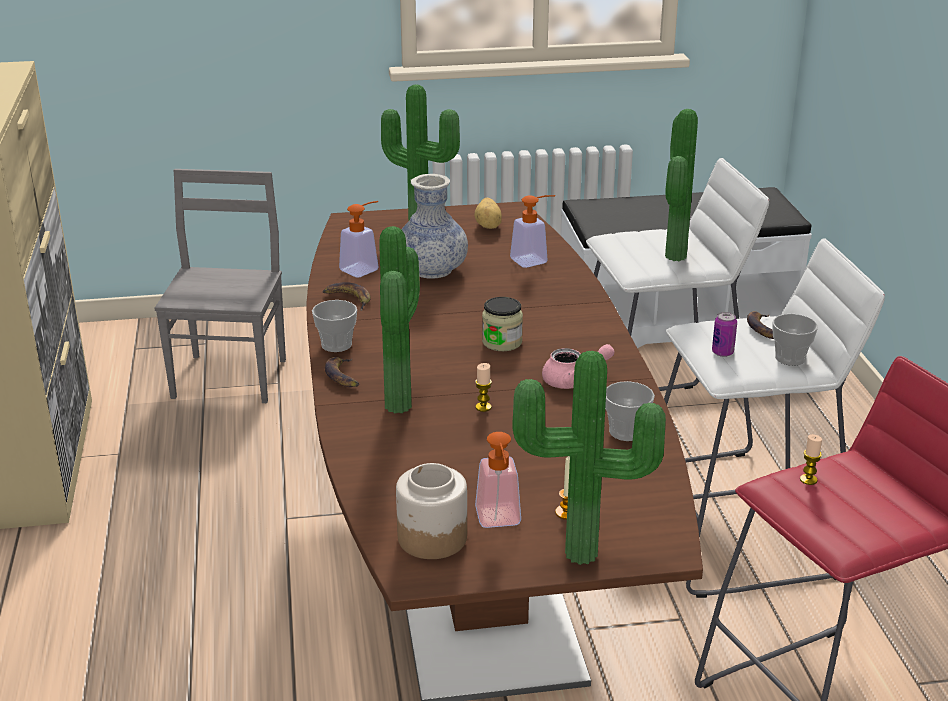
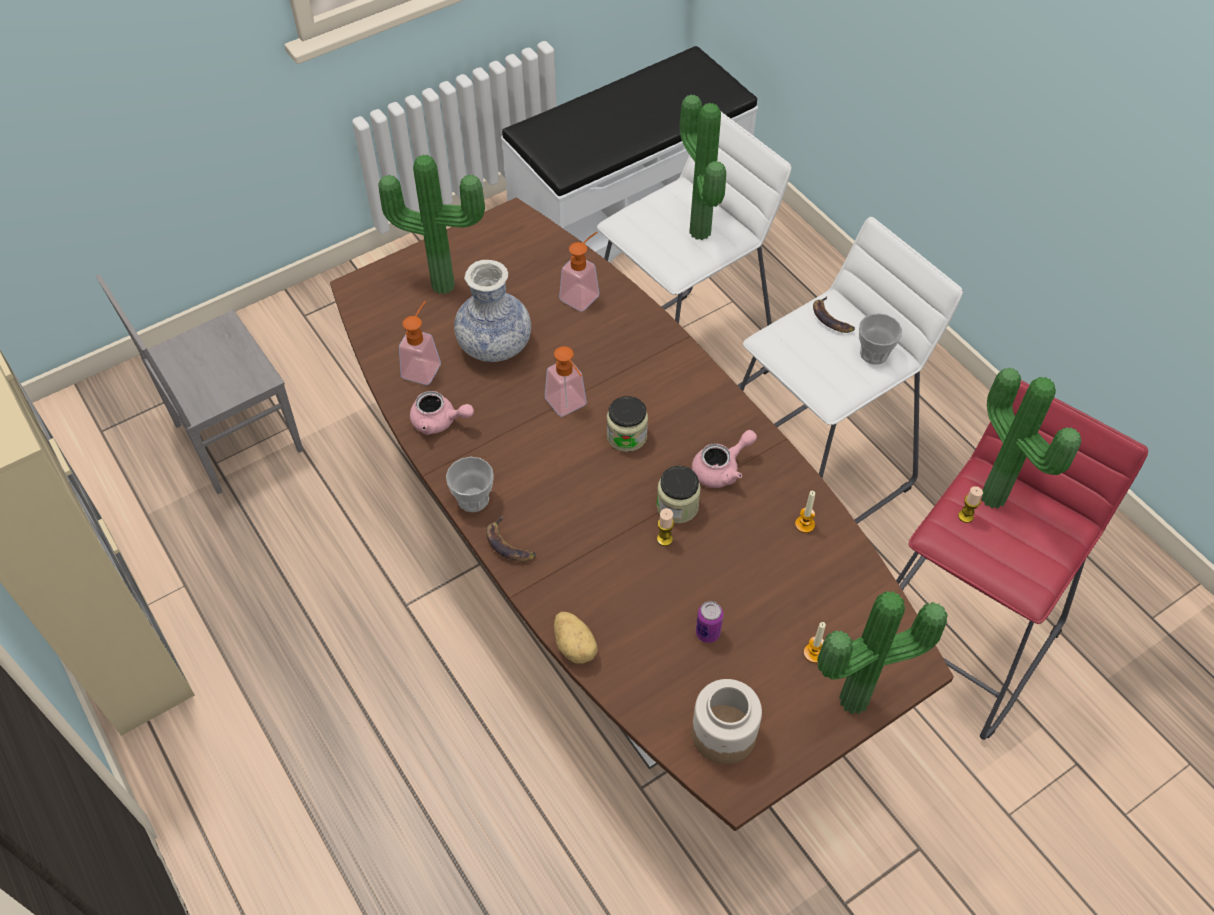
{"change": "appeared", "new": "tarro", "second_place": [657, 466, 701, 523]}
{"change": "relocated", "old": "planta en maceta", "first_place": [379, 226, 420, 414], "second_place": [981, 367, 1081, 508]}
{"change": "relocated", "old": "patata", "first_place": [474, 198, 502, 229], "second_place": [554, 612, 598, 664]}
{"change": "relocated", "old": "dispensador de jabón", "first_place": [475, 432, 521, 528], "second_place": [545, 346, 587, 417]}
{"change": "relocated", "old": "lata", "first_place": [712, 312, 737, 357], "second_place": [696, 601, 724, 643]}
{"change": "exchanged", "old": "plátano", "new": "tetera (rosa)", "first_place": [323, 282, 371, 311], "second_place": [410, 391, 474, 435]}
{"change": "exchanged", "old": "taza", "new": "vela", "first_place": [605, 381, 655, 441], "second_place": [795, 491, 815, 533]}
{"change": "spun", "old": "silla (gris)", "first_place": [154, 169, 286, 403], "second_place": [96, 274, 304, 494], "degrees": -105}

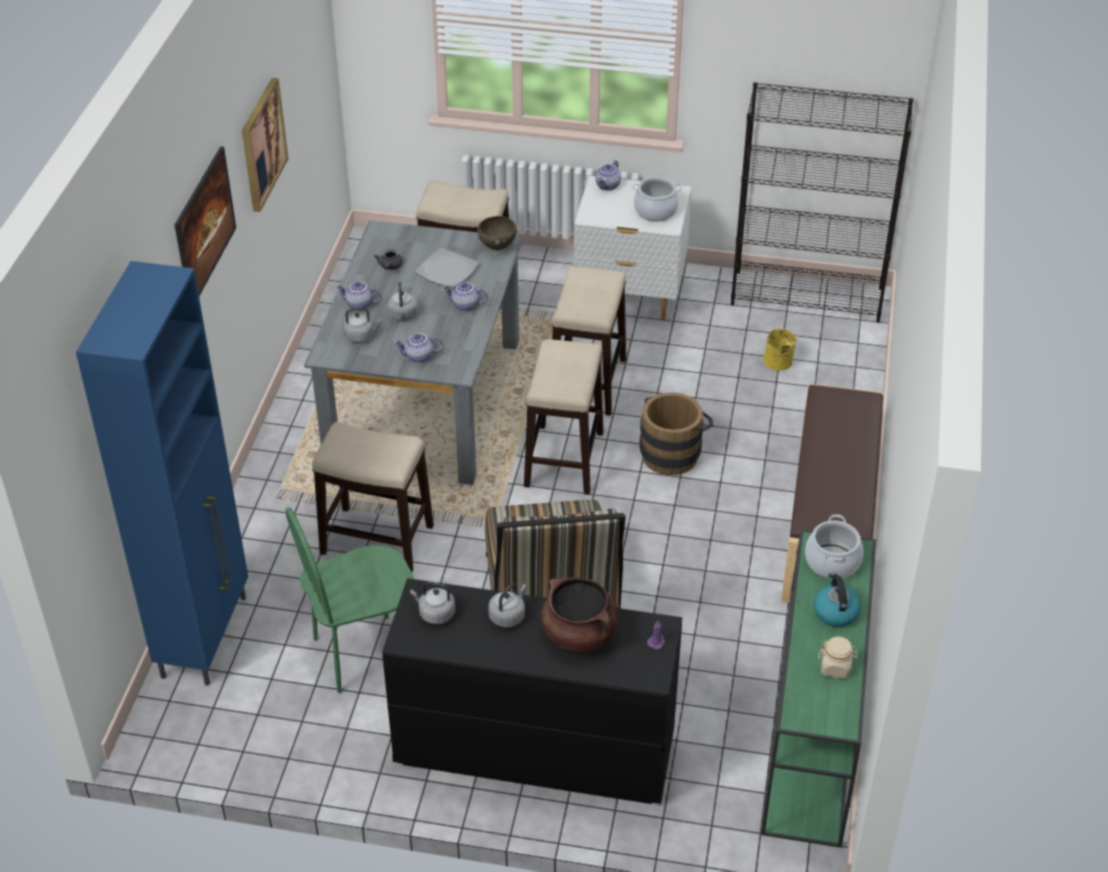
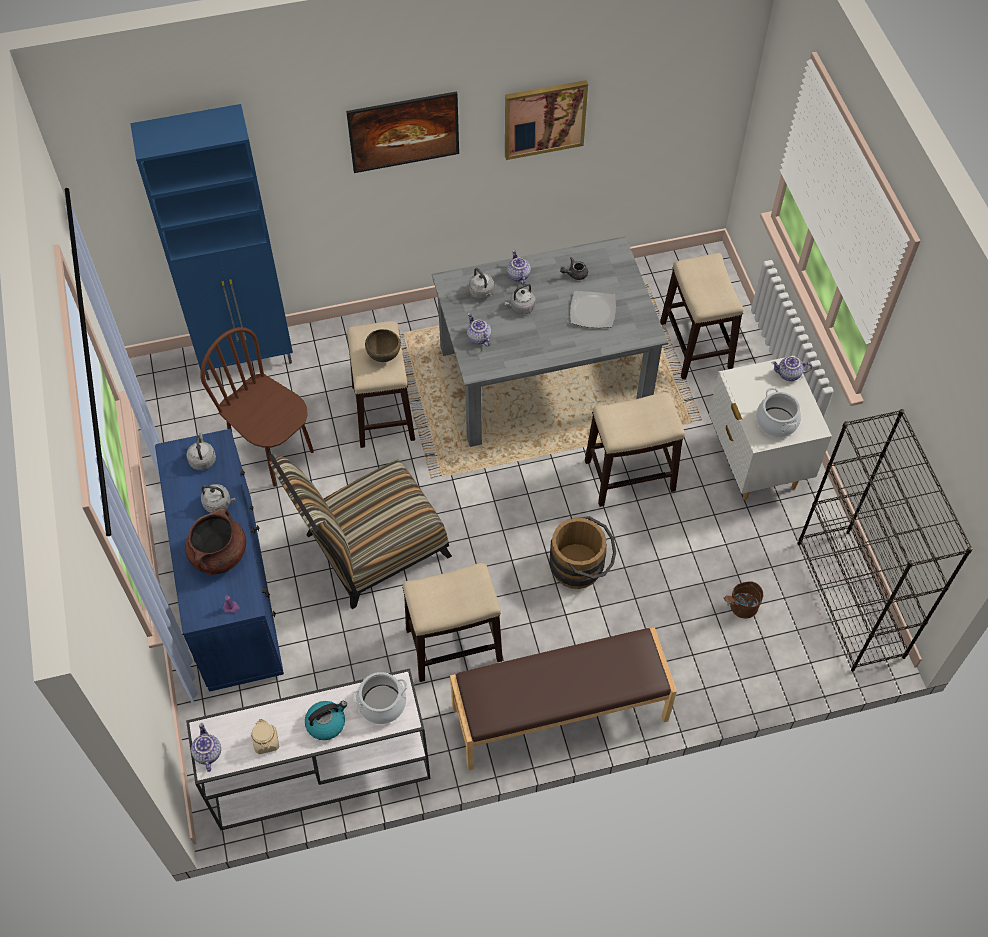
{"change": "relocated", "old": "tetera", "first_place": [442, 282, 488, 311], "second_place": [191, 723, 221, 772]}
{"change": "relocated", "old": "cuenco (marrón)", "first_place": [478, 216, 516, 250], "second_place": [365, 329, 401, 362]}
{"change": "relocated", "old": "taburete", "first_place": [524, 339, 603, 495], "second_place": [403, 563, 503, 682]}
{"change": "colour", "old": "silla (verde)", "new": "silla (marrón)", "first_place": [285, 508, 414, 693], "second_place": [200, 327, 314, 487]}
{"change": "colour", "old": "cómoda (negro)", "new": "cómoda (azul)", "first_place": [382, 578, 682, 804], "second_place": [155, 429, 284, 692]}
{"change": "colour", "old": "mesa consola (verde)", "new": "mesa consola (blanco)", "first_place": [761, 530, 876, 848], "second_place": [186, 668, 430, 830]}
{"change": "colour", "old": "cubo (amarillo)", "new": "cubo (marrón)", "first_place": [763, 329, 797, 371], "second_place": [723, 581, 763, 618]}

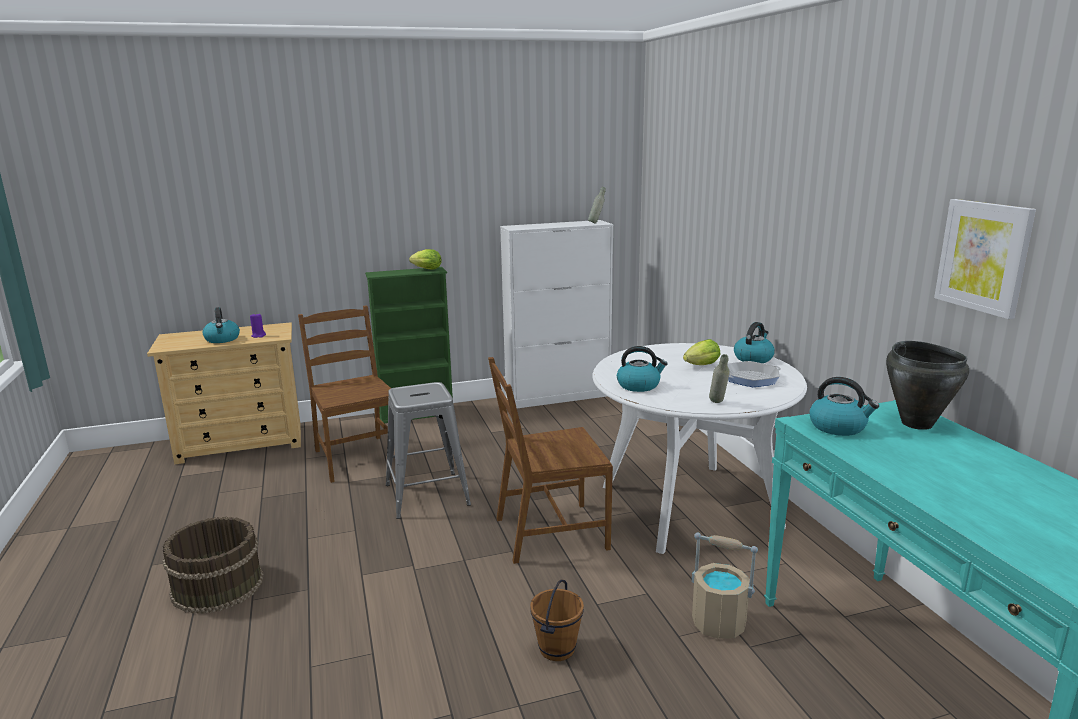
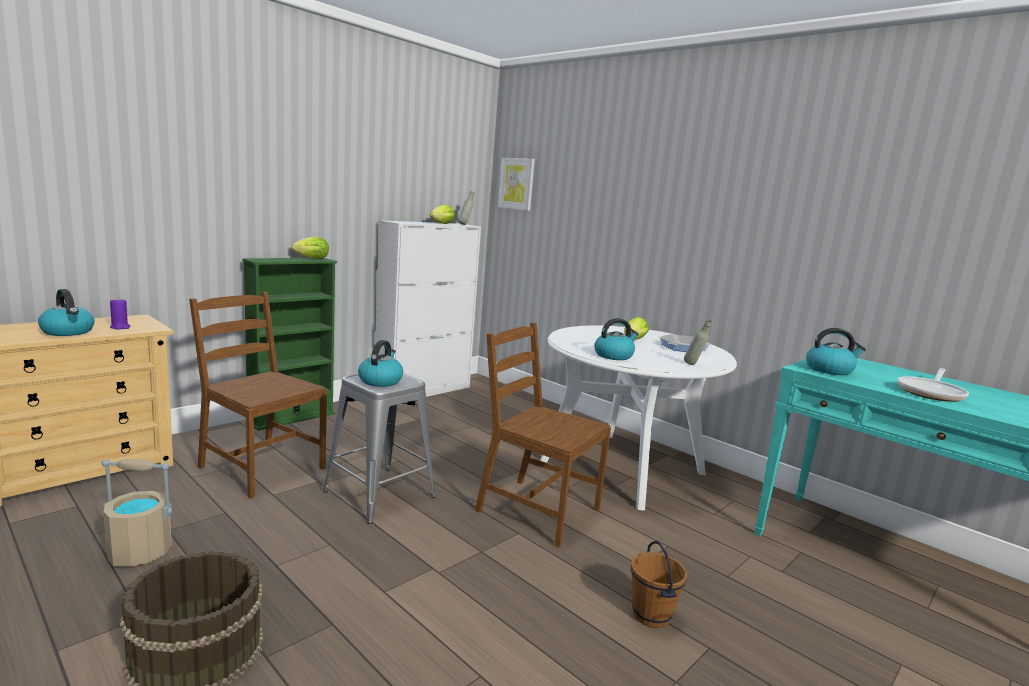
{"change": "missing", "old": "olla (negro)", "first_place": [886, 341, 969, 430]}
{"change": "appeared", "new": "lechuga", "second_place": [430, 205, 455, 224]}
{"change": "appeared", "new": "sartén", "second_place": [897, 368, 969, 402]}
{"change": "relocated", "old": "cubo (beis)", "first_place": [692, 533, 758, 639], "second_place": [102, 459, 172, 567]}
{"change": "relocated", "old": "hervidor", "first_place": [734, 322, 775, 363], "second_place": [358, 340, 403, 387]}
{"change": "relocated", "old": "cuadro", "first_place": [934, 199, 1036, 319], "second_place": [498, 158, 535, 211]}
{"change": "spun", "old": "silla (marrón)", "first_place": [488, 357, 613, 564], "second_place": [475, 322, 611, 548], "degrees": 75}

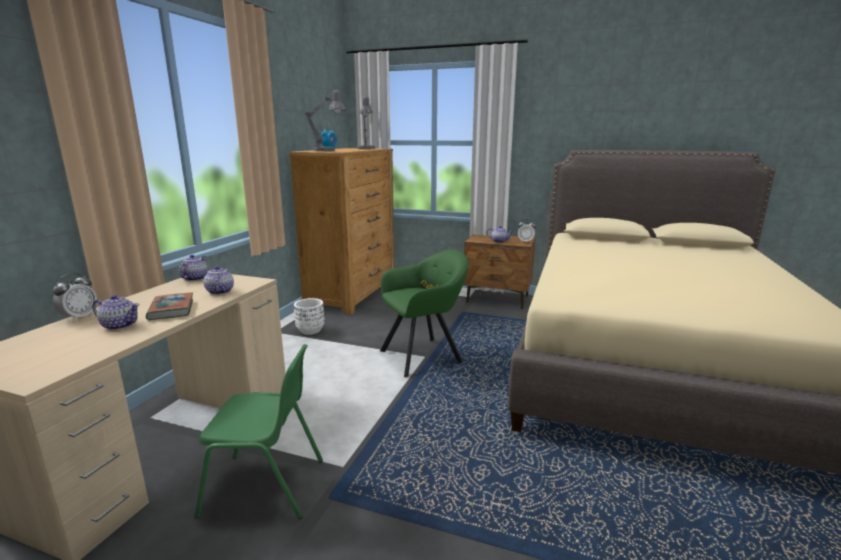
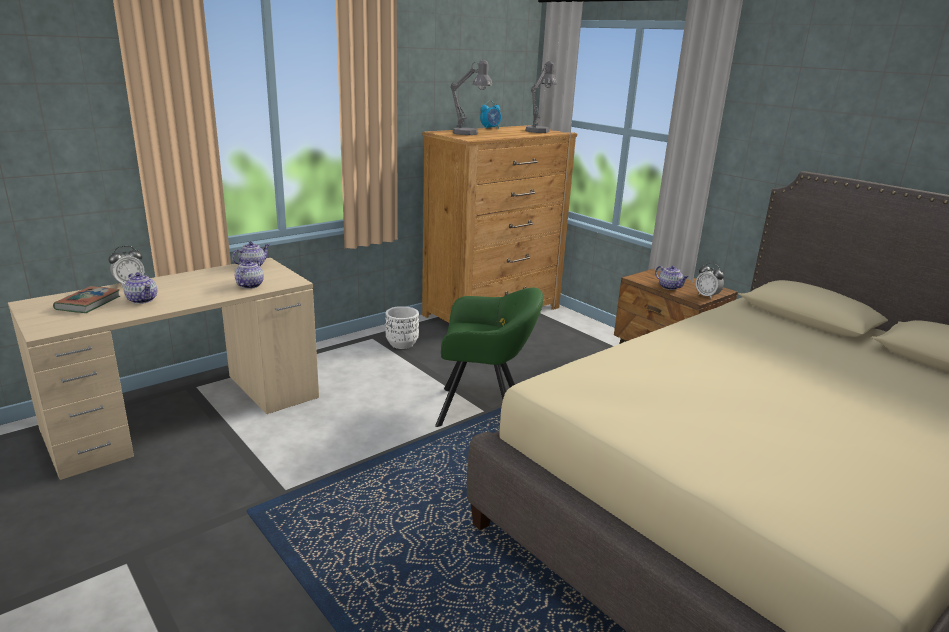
{"change": "missing", "old": "silla (verde)", "first_place": [195, 344, 323, 519]}
{"change": "relocated", "old": "libro", "first_place": [146, 292, 193, 321], "second_place": [53, 286, 120, 313]}

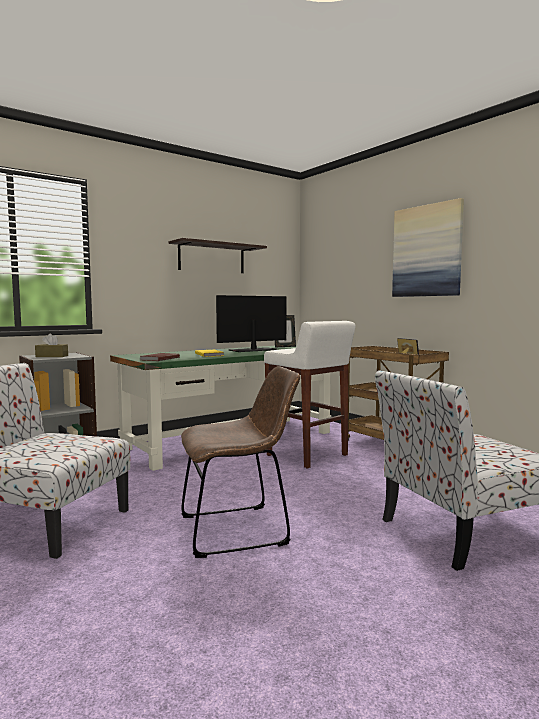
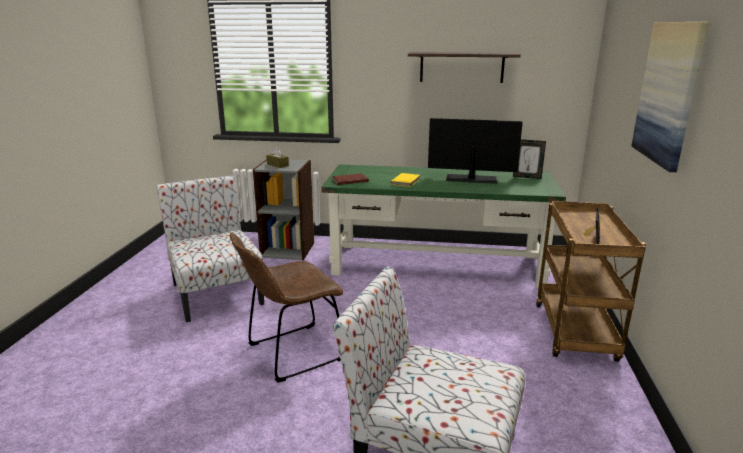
{"change": "missing", "old": "taburete (blanco)", "first_place": [264, 321, 356, 468]}
{"change": "spun", "old": "silla (marrón)", "first_place": [181, 366, 300, 558], "second_place": [230, 233, 344, 383], "degrees": 120}

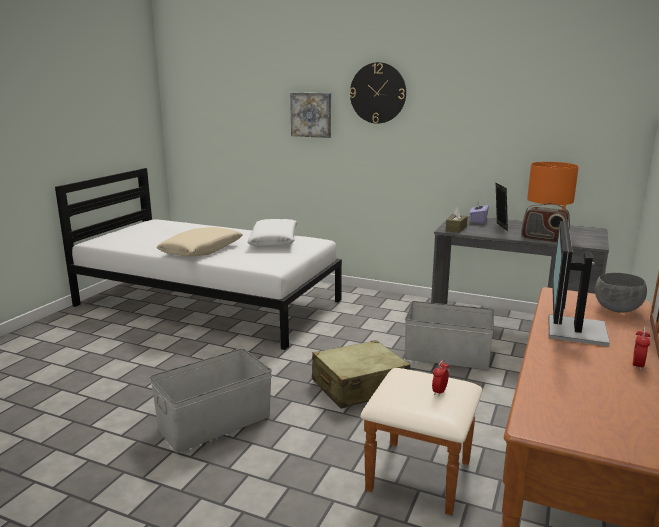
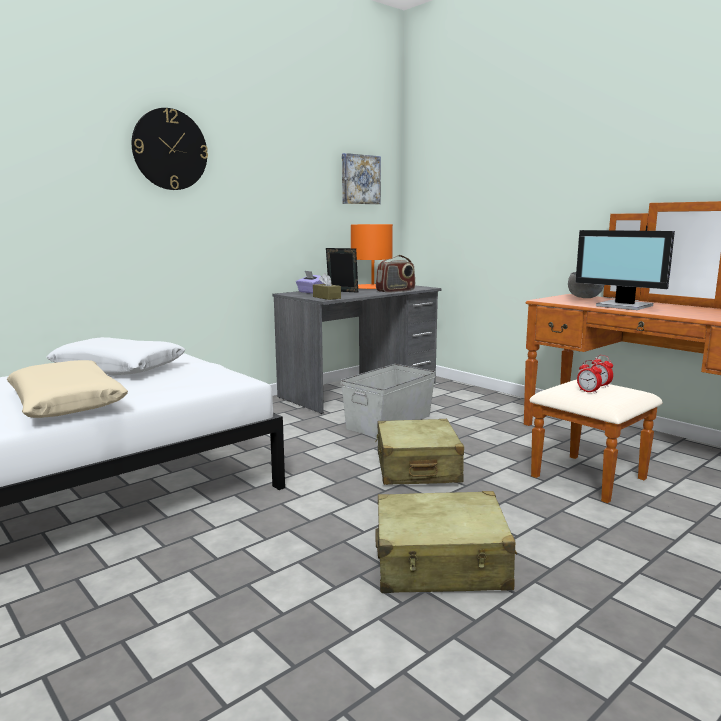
{"change": "relocated", "old": "cuadro", "first_place": [290, 92, 331, 138], "second_place": [342, 153, 381, 204]}
{"change": "relocated", "old": "despertador", "first_place": [633, 326, 650, 370], "second_place": [577, 360, 602, 394]}
{"change": "exchanged", "old": "caja de almacenaje (gris)", "new": "maleta (beis)", "first_place": [150, 348, 272, 453], "second_place": [375, 491, 517, 593]}

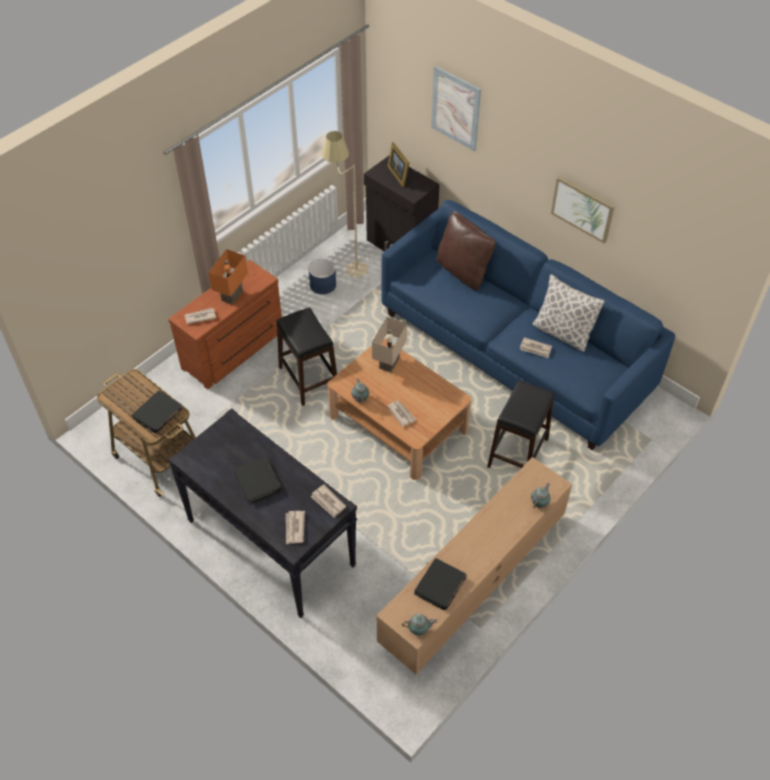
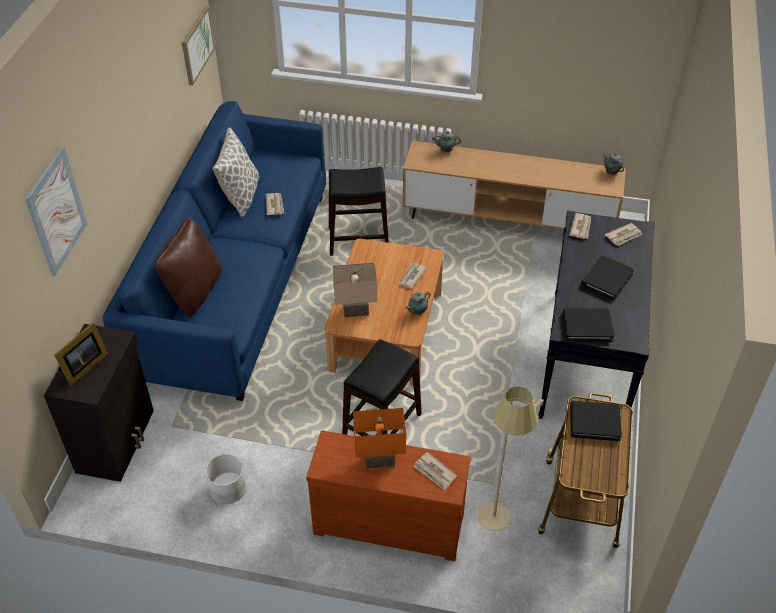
{"change": "relocated", "old": "lámpara de pie (beis)", "first_place": [322, 131, 368, 278], "second_place": [478, 386, 544, 531]}
{"change": "relocated", "old": "libro (negro)", "first_place": [414, 558, 467, 610], "second_place": [563, 308, 614, 342]}
{"change": "relocated", "old": "cuadro", "first_place": [551, 176, 615, 244], "second_place": [182, 6, 215, 86]}
{"change": "colour", "old": "maceta (azul)", "new": "maceta (blanco)", "first_place": [308, 259, 336, 294], "second_place": [205, 454, 247, 504]}

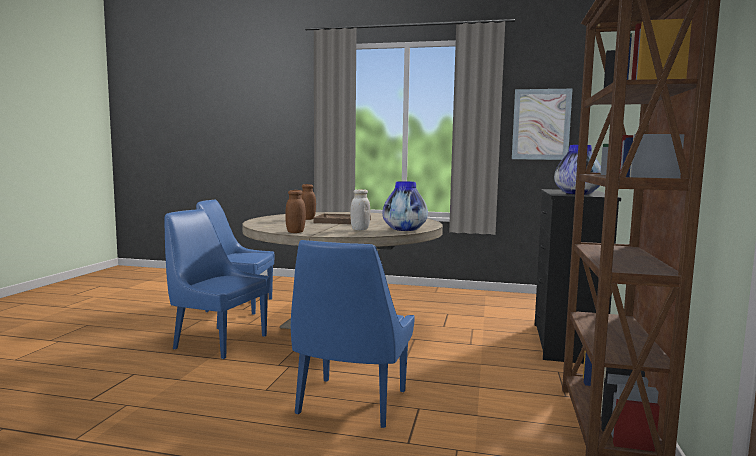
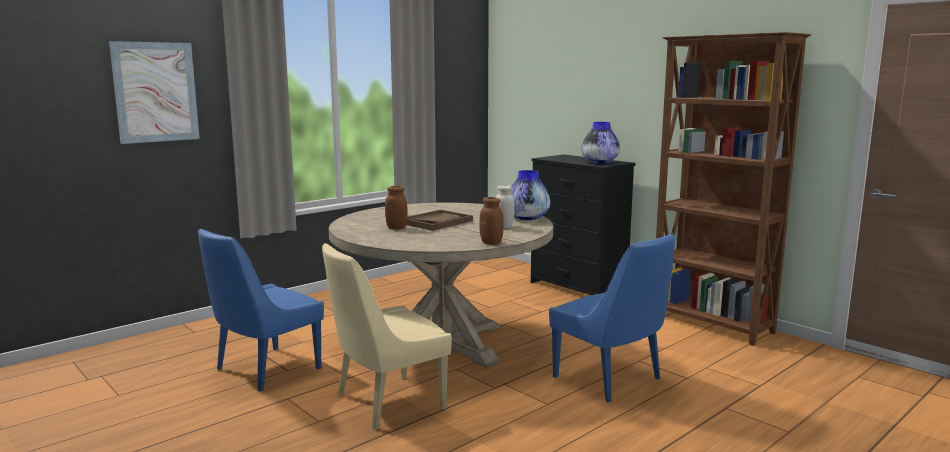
{"change": "relocated", "old": "cuadro", "first_place": [512, 89, 573, 160], "second_place": [109, 41, 200, 144]}
{"change": "colour", "old": "silla (azul)", "new": "silla (beis)", "first_place": [165, 209, 270, 359], "second_place": [322, 243, 452, 430]}

